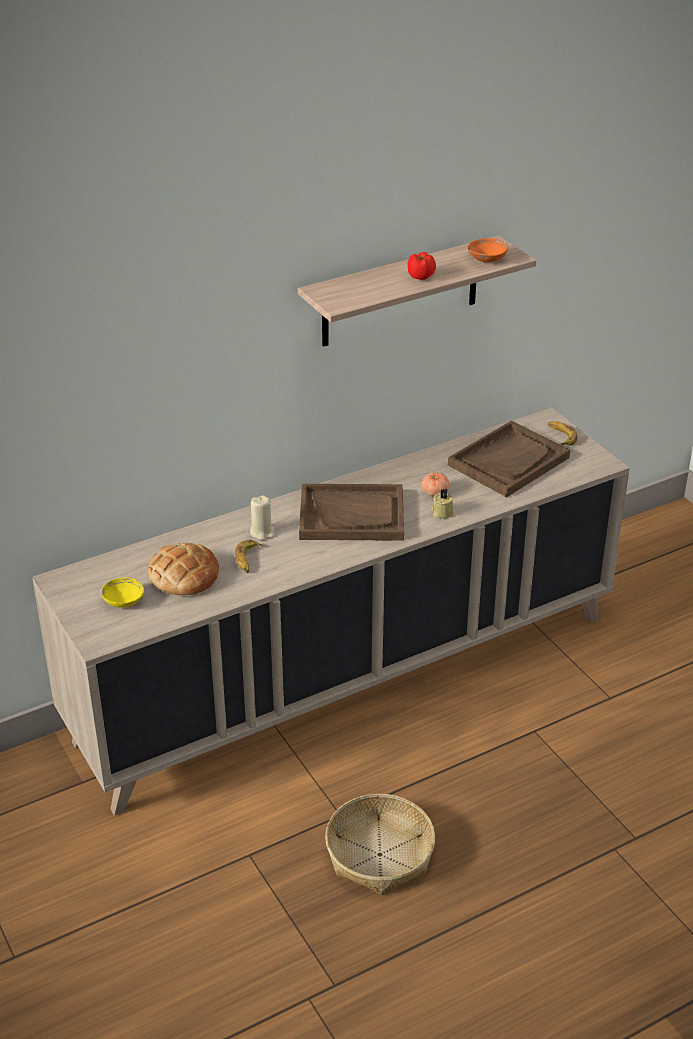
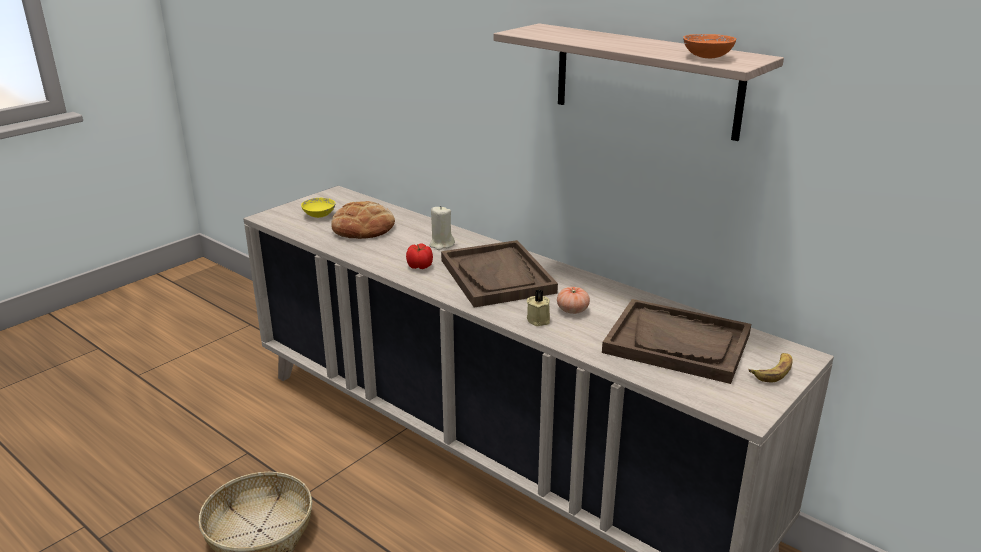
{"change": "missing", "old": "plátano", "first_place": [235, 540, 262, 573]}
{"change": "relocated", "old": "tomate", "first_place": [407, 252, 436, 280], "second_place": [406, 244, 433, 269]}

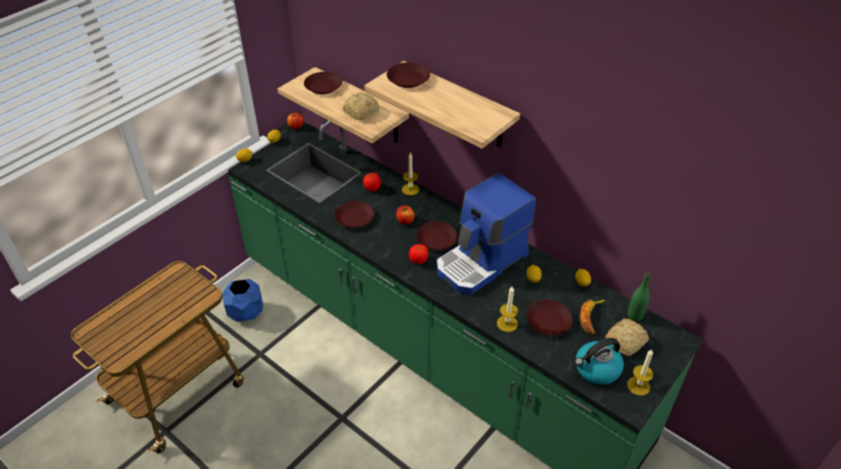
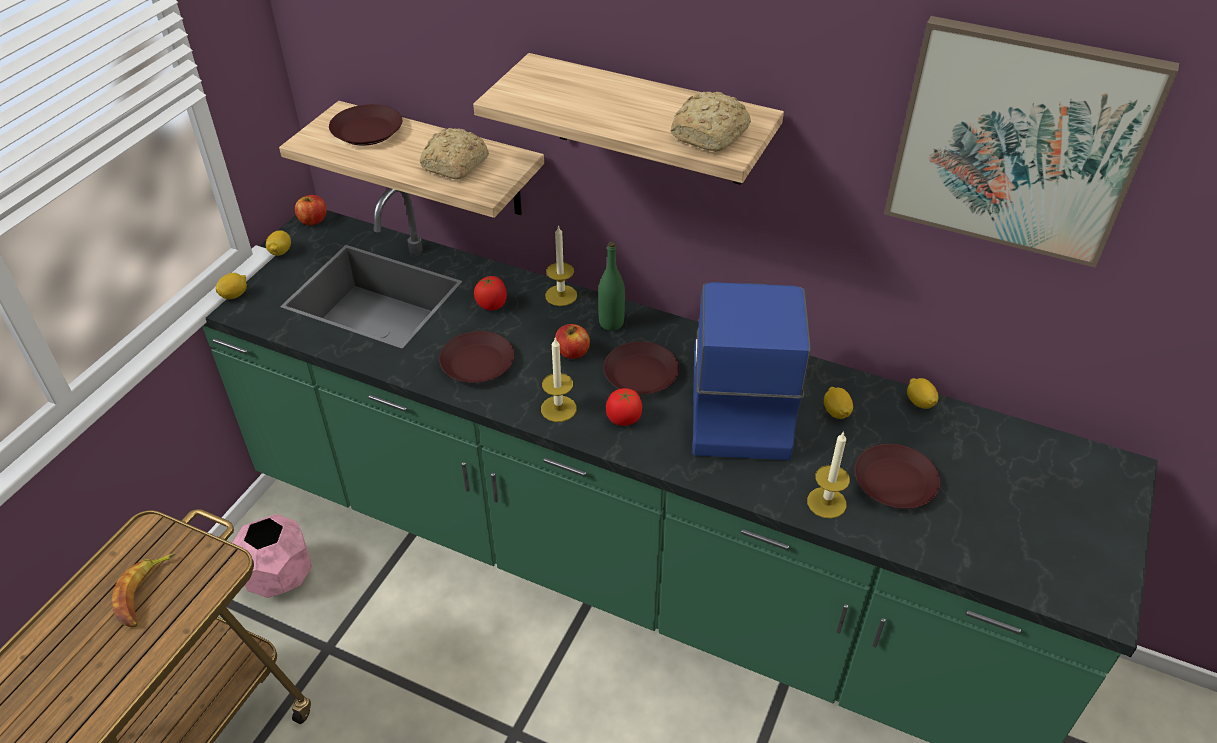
{"change": "missing", "old": "plato (marrón)", "first_place": [387, 62, 430, 88]}
{"change": "missing", "old": "hervidor", "first_place": [575, 338, 624, 385]}
{"change": "appeared", "new": "cuadro", "second_place": [884, 16, 1179, 268]}
{"change": "relocated", "old": "plátano", "first_place": [580, 300, 606, 334], "second_place": [112, 553, 176, 627]}
{"change": "relocated", "old": "pan", "first_place": [605, 318, 649, 356], "second_place": [670, 92, 751, 152]}
{"change": "relocated", "old": "vela", "first_place": [627, 349, 653, 396], "second_place": [541, 338, 577, 422]}
{"change": "relocated", "old": "botella (verde)", "first_place": [628, 272, 651, 321], "second_place": [598, 242, 625, 331]}
{"change": "colour", "old": "maceta (azul)", "new": "maceta (rosa)", "first_place": [223, 279, 263, 322], "second_place": [233, 514, 312, 598]}
{"change": "spun", "old": "cafetera", "first_place": [436, 173, 536, 295], "second_place": [692, 282, 811, 460], "degrees": 150}

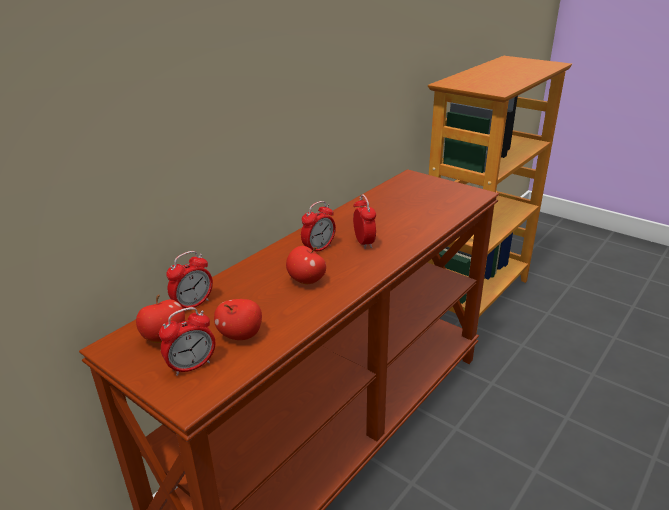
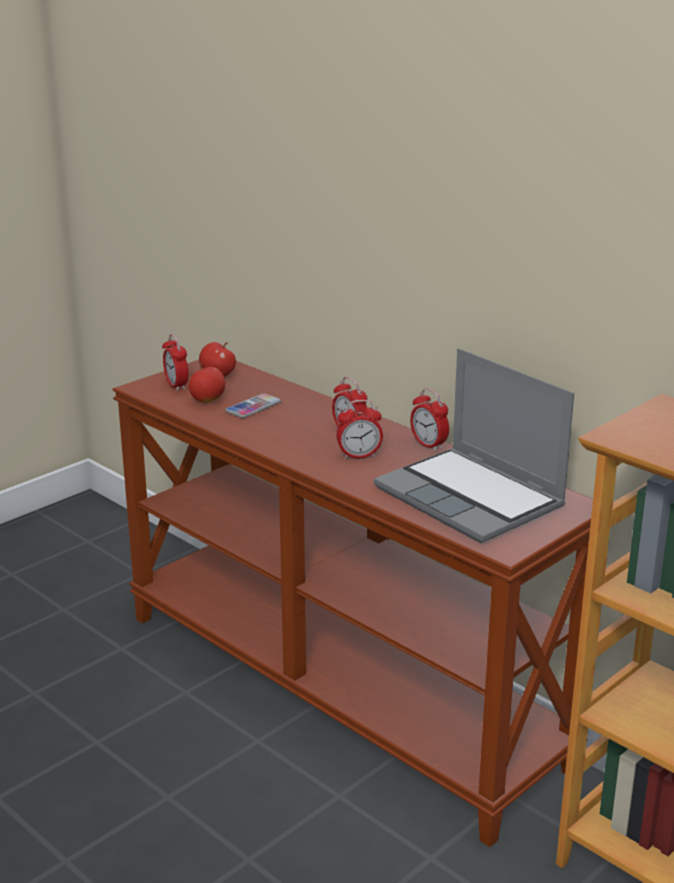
{"change": "missing", "old": "manzana", "first_place": [286, 246, 326, 284]}
{"change": "appeared", "new": "móvil", "second_place": [225, 393, 281, 418]}
{"change": "appeared", "new": "portátil", "second_place": [374, 348, 574, 543]}
{"change": "relocated", "old": "despertador", "first_place": [166, 251, 213, 309], "second_place": [410, 388, 449, 452]}

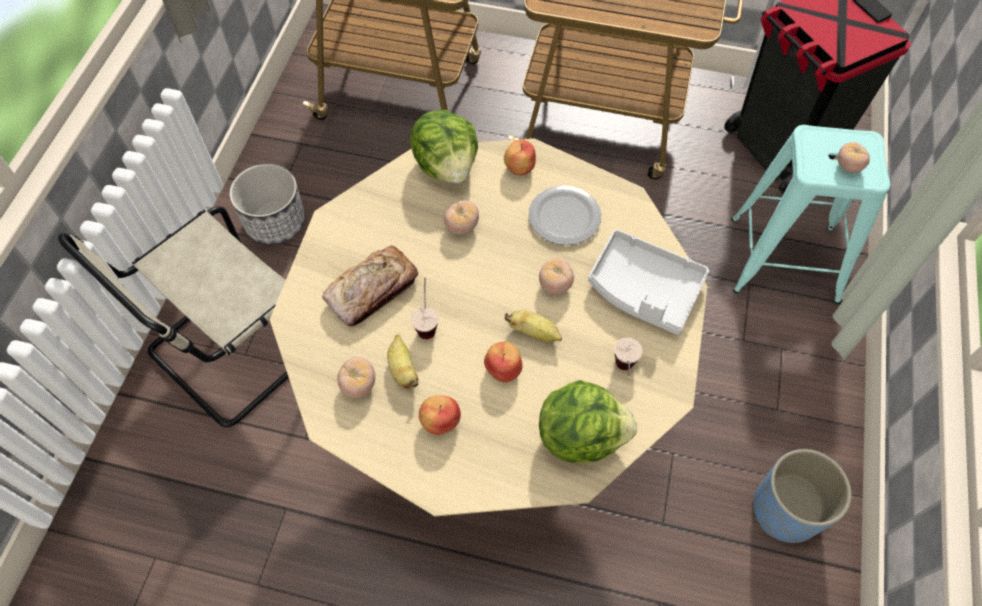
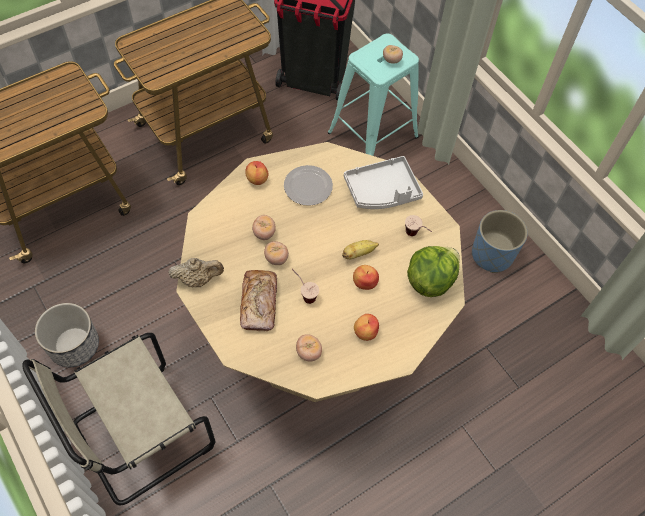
{"change": "missing", "old": "plátano", "first_place": [387, 334, 419, 389]}
{"change": "missing", "old": "lechuga", "first_place": [410, 110, 478, 183]}
{"change": "appeared", "new": "tetera (beis)", "second_place": [168, 258, 224, 287]}
{"change": "relocated", "old": "tomate", "first_place": [539, 259, 574, 295], "second_place": [264, 241, 289, 265]}
{"change": "spun", "old": "silla (beis)", "first_place": [58, 206, 289, 427], "second_place": [23, 333, 216, 505], "degrees": 60}

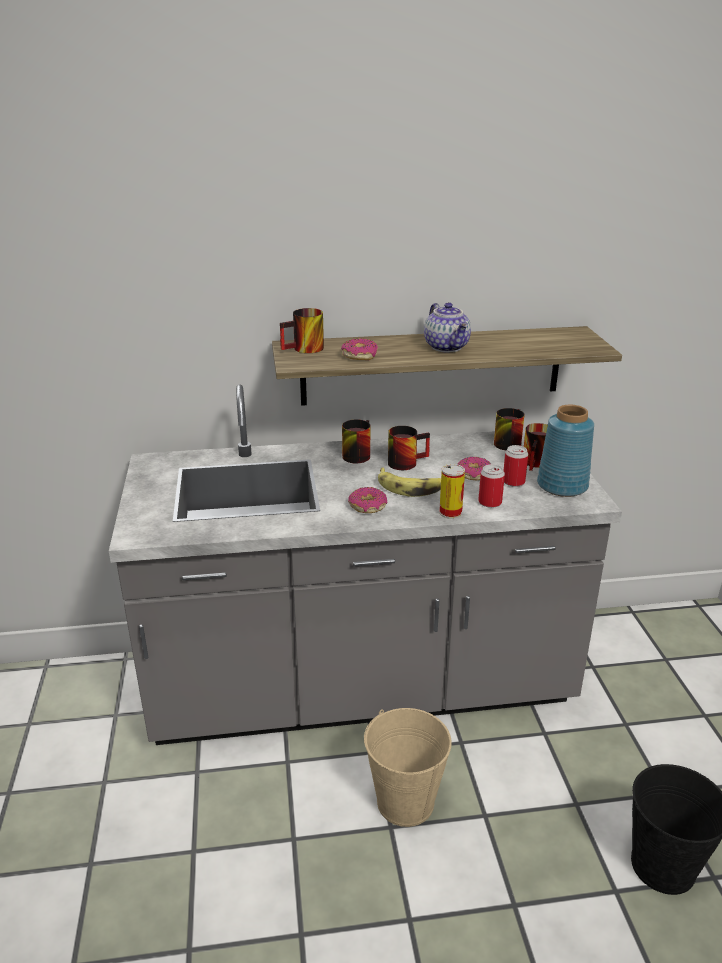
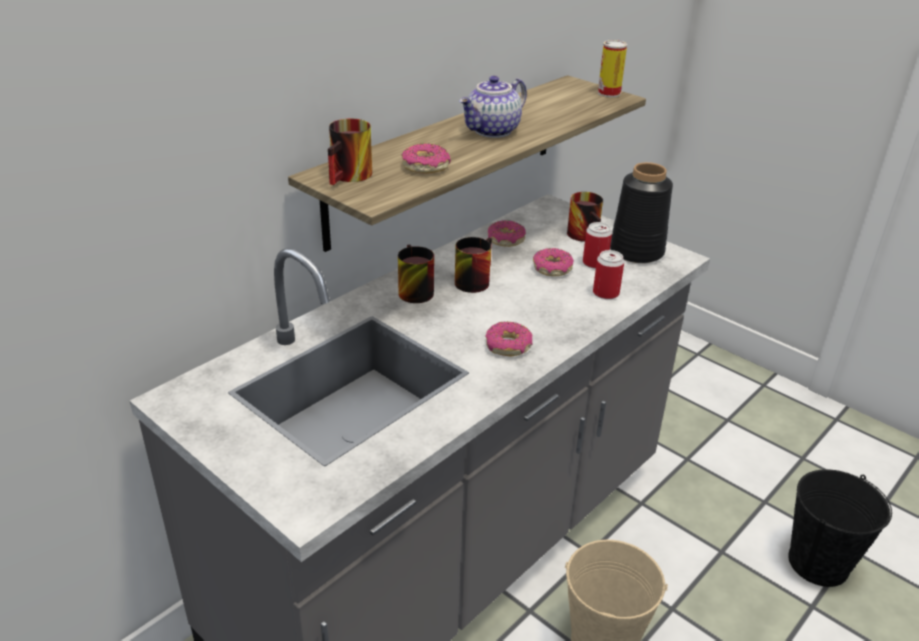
{"change": "missing", "old": "plátano", "first_place": [378, 468, 441, 497]}
{"change": "missing", "old": "taza grande", "first_place": [494, 408, 524, 450]}
{"change": "appeared", "new": "rosquilla", "second_place": [488, 220, 526, 247]}
{"change": "relocated", "old": "lata", "first_place": [439, 464, 465, 519], "second_place": [598, 40, 627, 97]}
{"change": "colour", "old": "florero (azul)", "new": "florero (negro)", "first_place": [537, 405, 594, 497], "second_place": [610, 162, 673, 263]}
{"change": "spun", "old": "tetera", "first_place": [424, 303, 471, 353], "second_place": [459, 76, 527, 138], "degrees": 105}

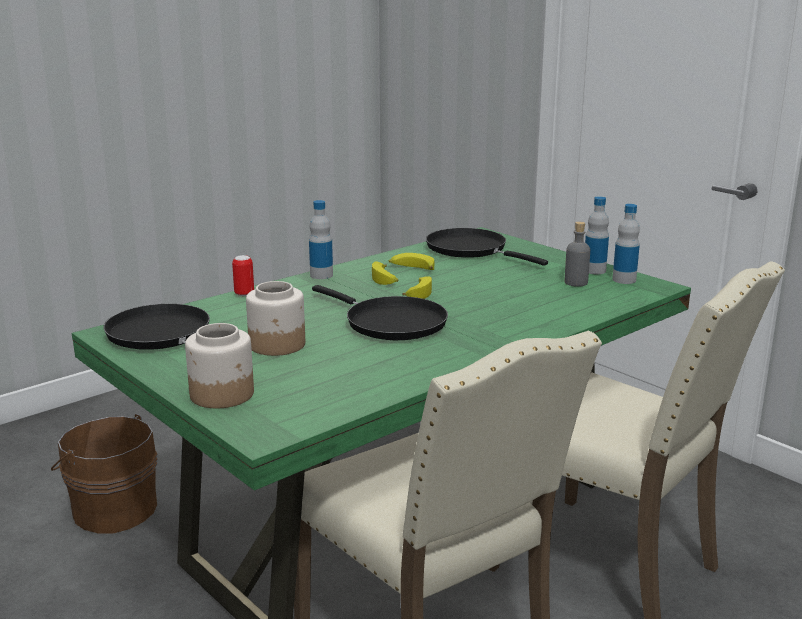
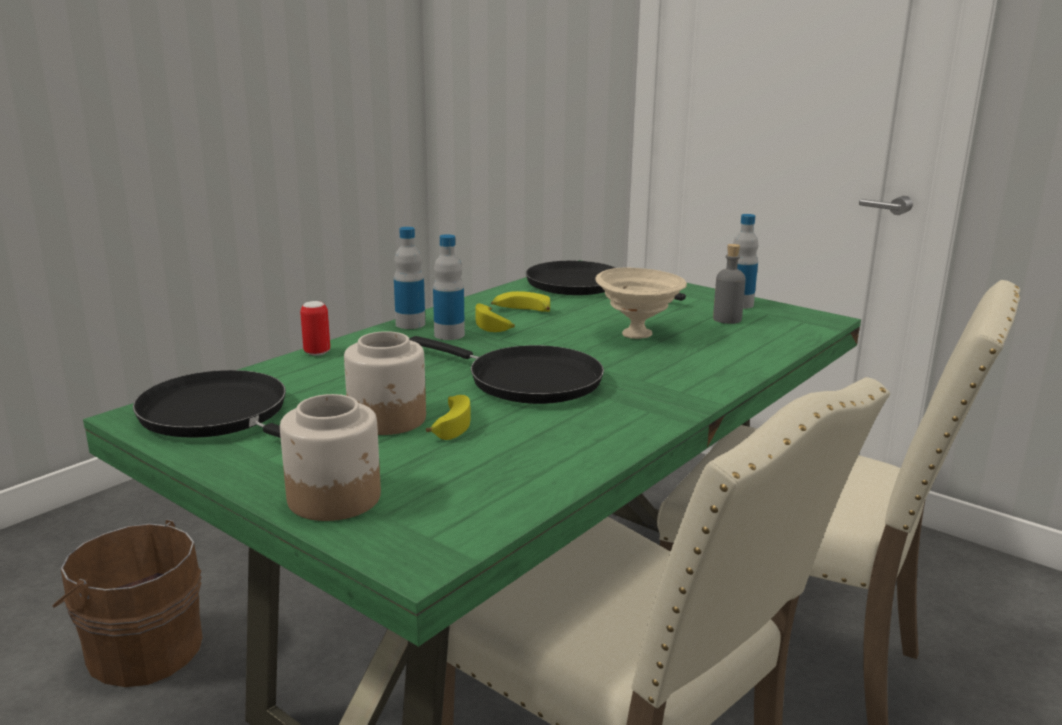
{"change": "appeared", "new": "cuenco (beis)", "second_place": [595, 268, 687, 339]}
{"change": "relocated", "old": "plátano", "first_place": [402, 276, 432, 299], "second_place": [426, 395, 471, 440]}
{"change": "relocated", "old": "botella", "first_place": [612, 204, 640, 284], "second_place": [433, 234, 465, 340]}

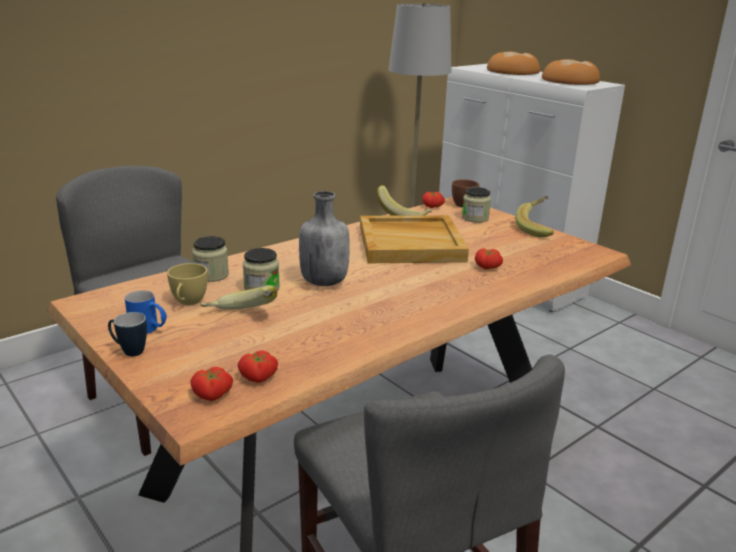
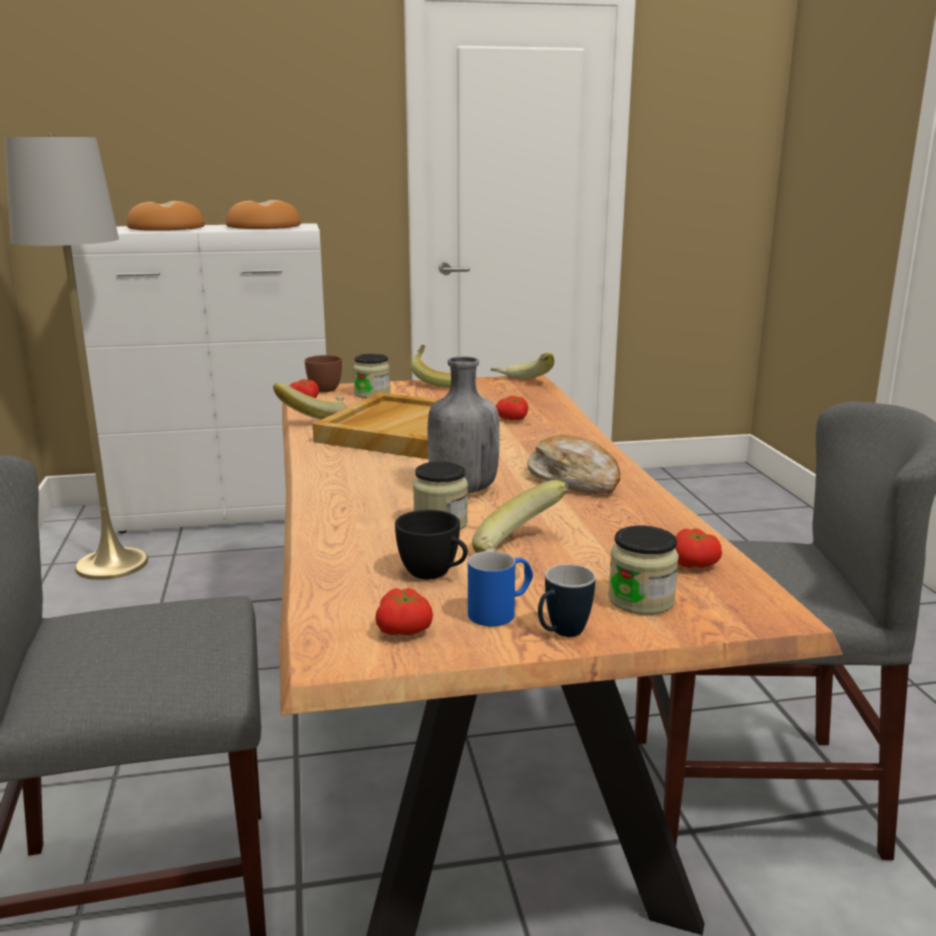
{"change": "appeared", "new": "plátano", "second_place": [490, 352, 554, 379]}
{"change": "appeared", "new": "pan", "second_place": [527, 435, 620, 494]}
{"change": "relocated", "old": "tomate", "first_place": [190, 367, 233, 401], "second_place": [375, 588, 433, 636]}
{"change": "relocated", "old": "tarro", "first_place": [192, 236, 229, 282], "second_place": [608, 526, 679, 615]}
{"change": "colour", "old": "taza (amarillo)", "new": "taza (negro)", "first_place": [167, 263, 208, 305], "second_place": [395, 510, 468, 579]}

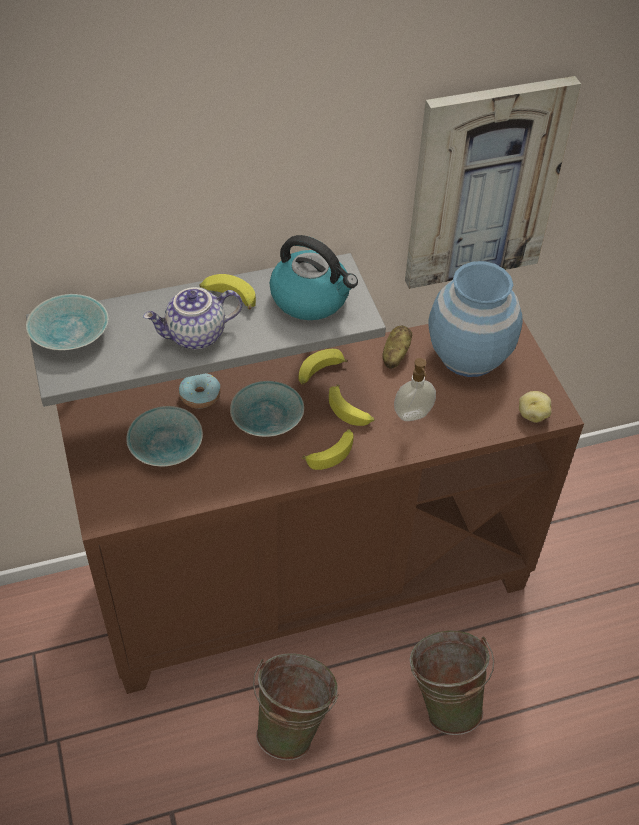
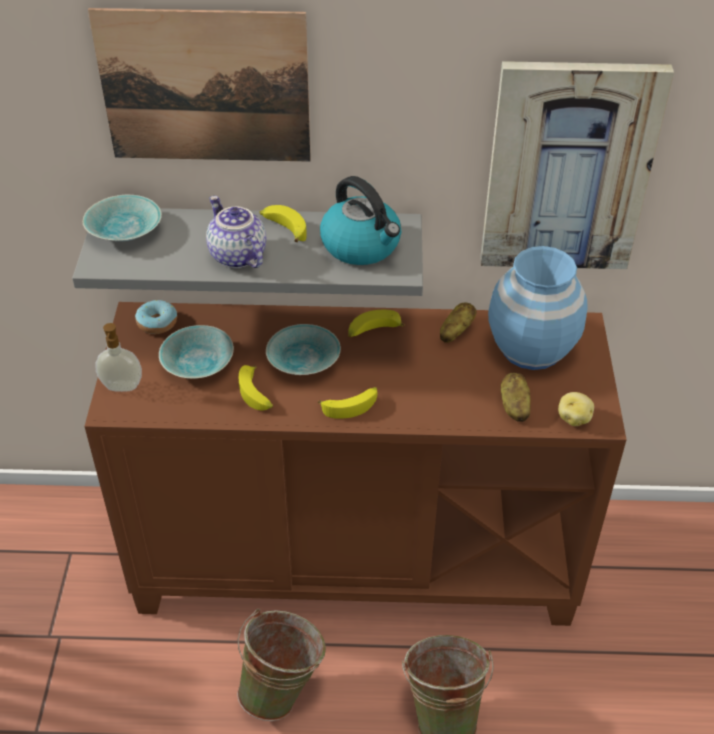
{"change": "appeared", "new": "cuadro", "second_place": [88, 8, 311, 162]}
{"change": "appeared", "new": "patata", "second_place": [501, 373, 531, 422]}
{"change": "relocated", "old": "rosquilla", "first_place": [179, 373, 221, 409], "second_place": [135, 300, 177, 334]}
{"change": "relocated", "old": "plátano", "first_place": [329, 384, 375, 426], "second_place": [239, 365, 273, 411]}
{"change": "relocated", "old": "dispensador de jabón", "first_place": [394, 358, 436, 421], "second_place": [95, 323, 142, 392]}
{"change": "spun", "old": "tetera", "first_place": [143, 287, 242, 349], "second_place": [206, 196, 266, 268], "degrees": 60}

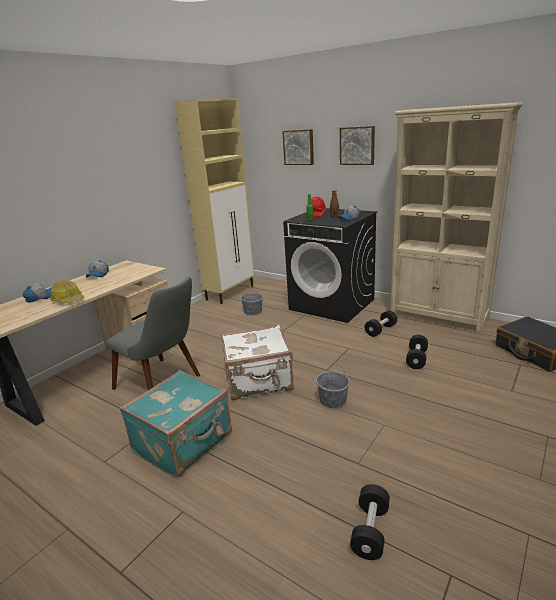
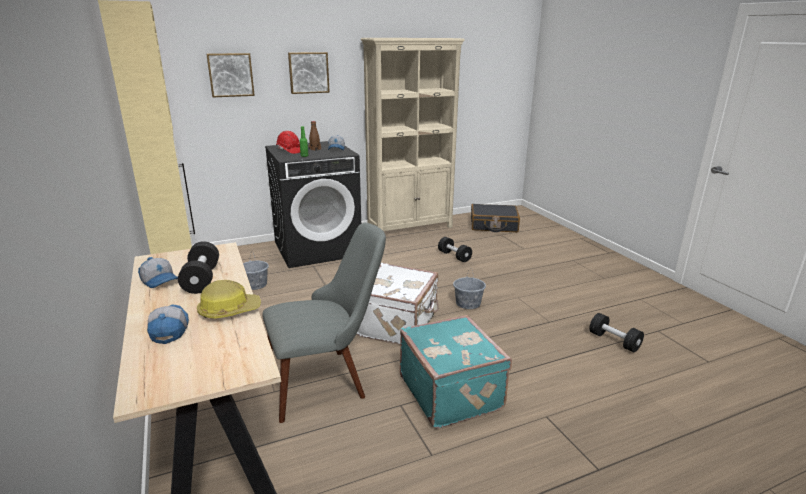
{"change": "relocated", "old": "mancuerna (negro)", "first_place": [365, 310, 397, 337], "second_place": [178, 241, 219, 294]}

